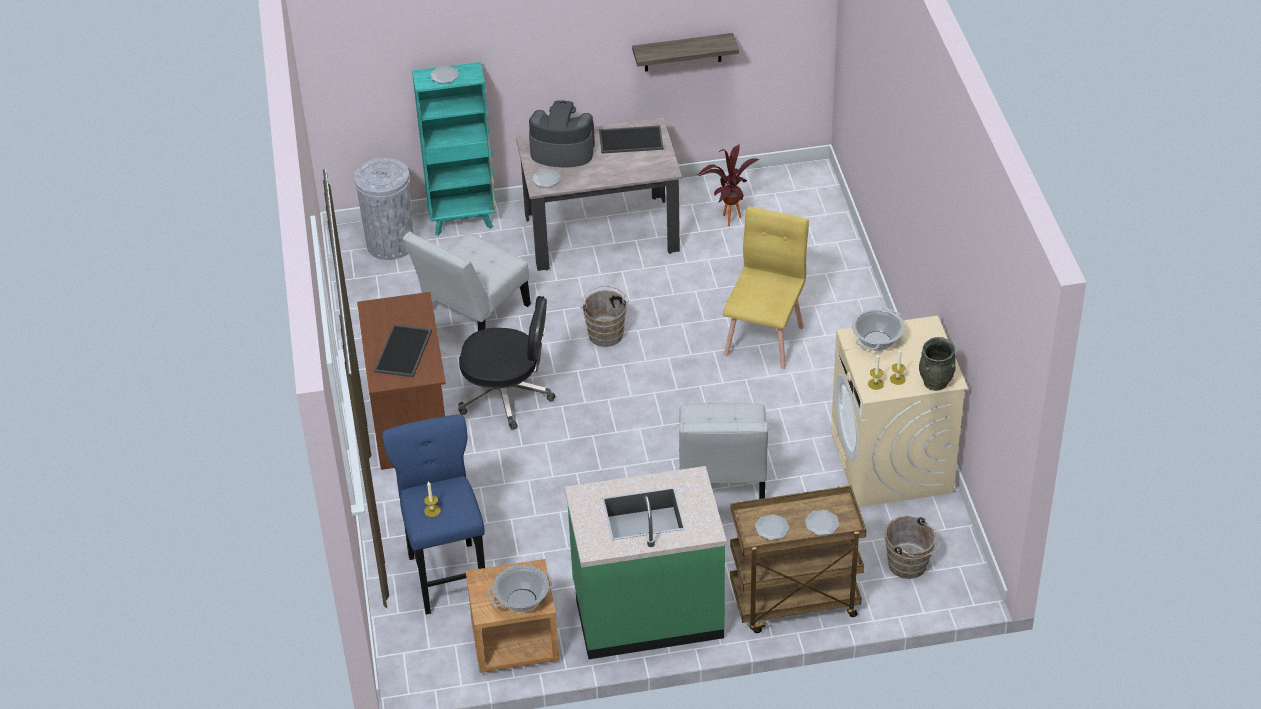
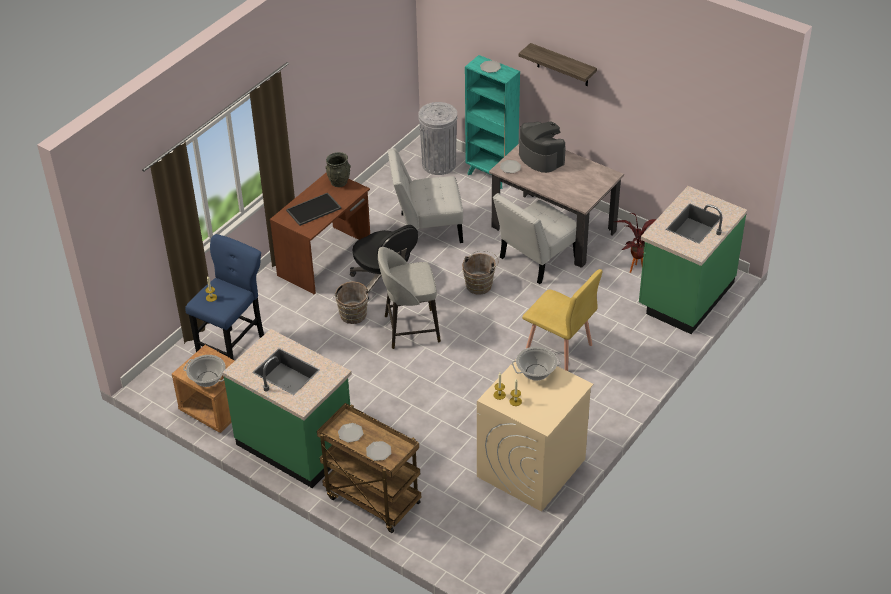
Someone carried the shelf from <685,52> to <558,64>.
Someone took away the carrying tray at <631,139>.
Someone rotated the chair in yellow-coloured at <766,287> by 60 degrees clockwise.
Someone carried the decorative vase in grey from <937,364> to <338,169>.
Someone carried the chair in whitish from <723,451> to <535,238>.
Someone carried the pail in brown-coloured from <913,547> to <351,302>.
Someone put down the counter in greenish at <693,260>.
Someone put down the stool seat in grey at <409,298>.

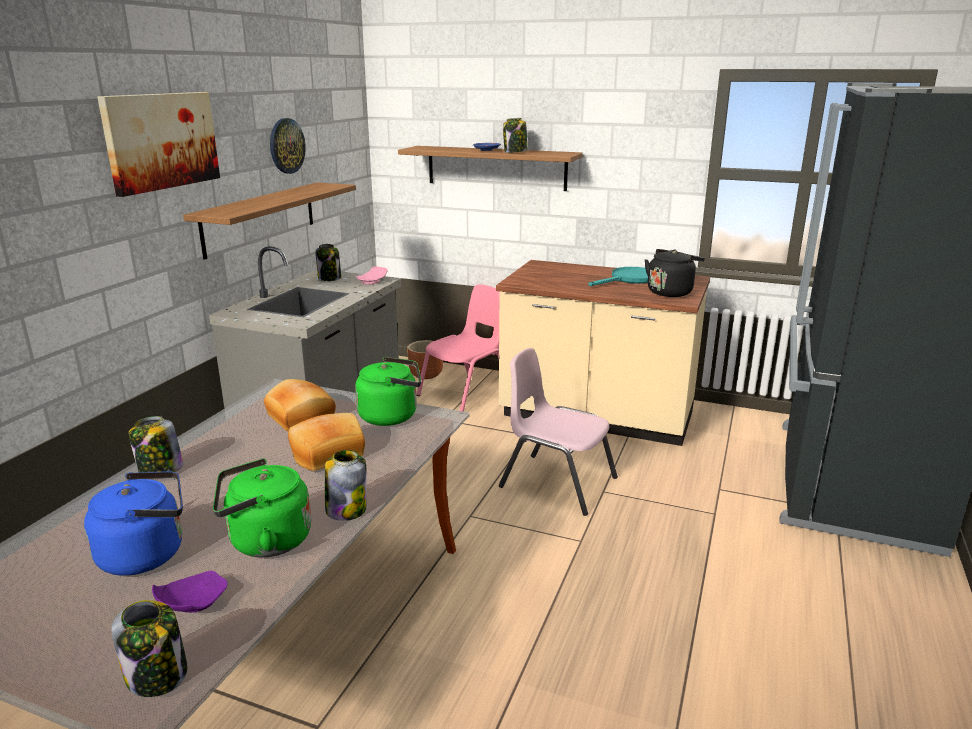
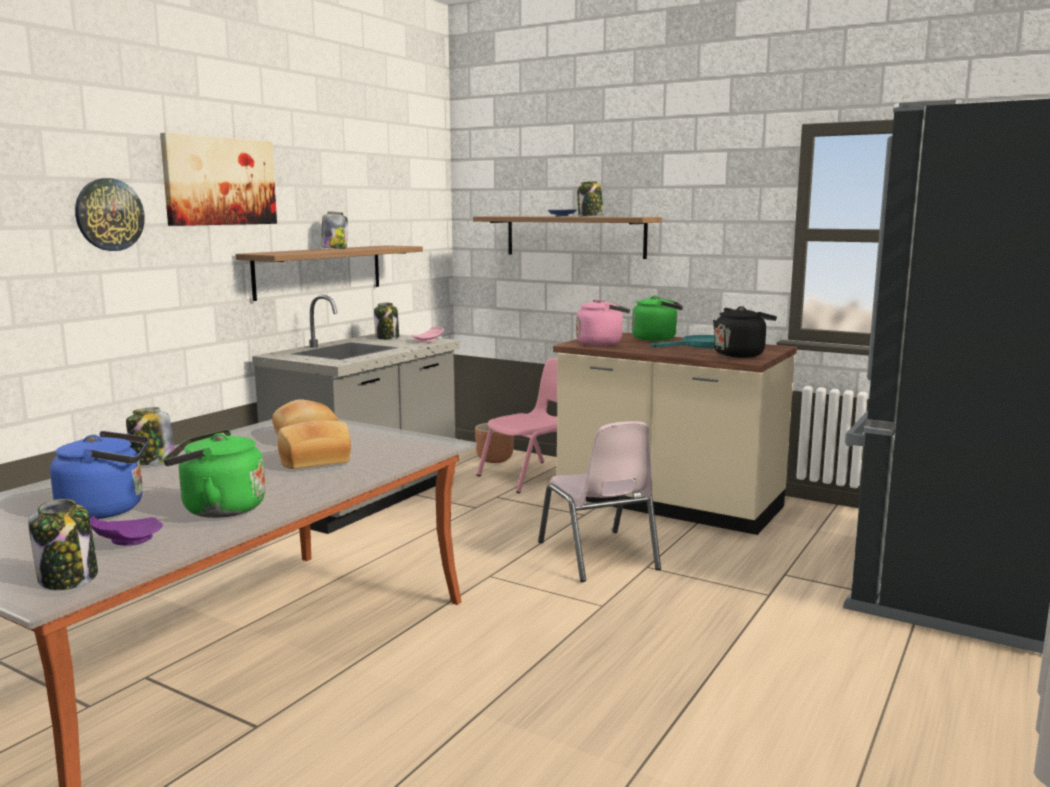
Someone carried the hanging clock from <288,146> to <110,214>.
Someone rotated the chair in pink at <558,432> by 150 degrees counterclockwise.
Someone carried the kettle in greenish from <388,391> to <657,318>.
Someone carried the jar from <346,485> to <334,230>.
Someone put down the kettle in pink at <603,322>.

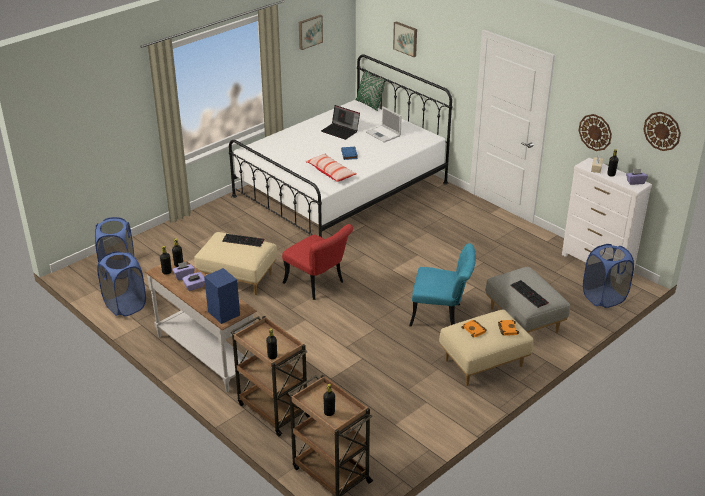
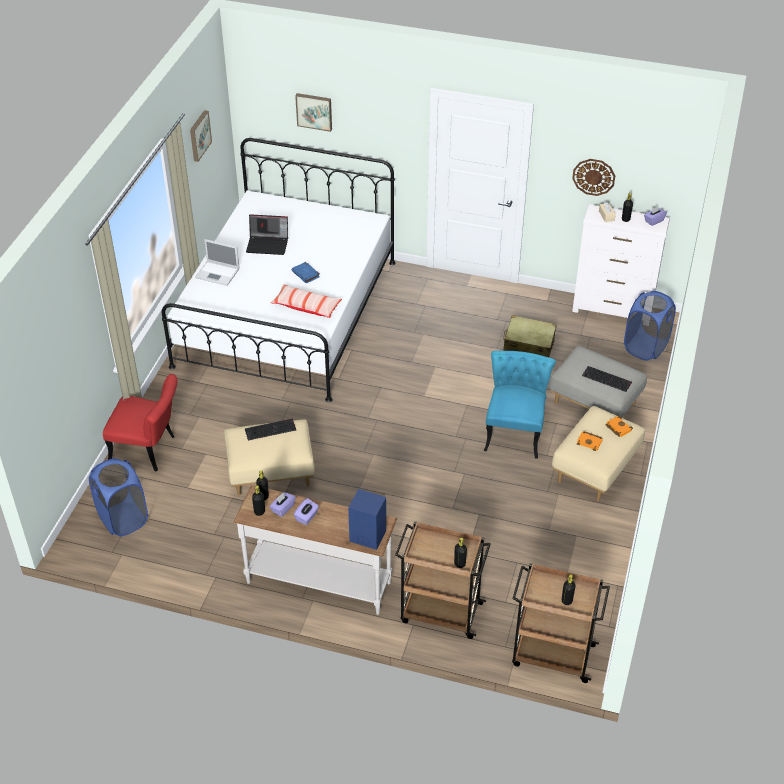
Someone took away the throw pillow in greenish at <370,90>.
Someone carried the laptop from <384,124> to <217,262>.
Someone took away the hanging clock at <662,131>.
Someone carried the chair in red from <317,262> to <140,423>.
Someone rotated the chair in turquoise at <442,284> by 60 degrees counterclockwise.
Someone took away the laundry basket in bluish at <121,283>.
Someone put down the suitcase in sand-coloured at <530,336>.

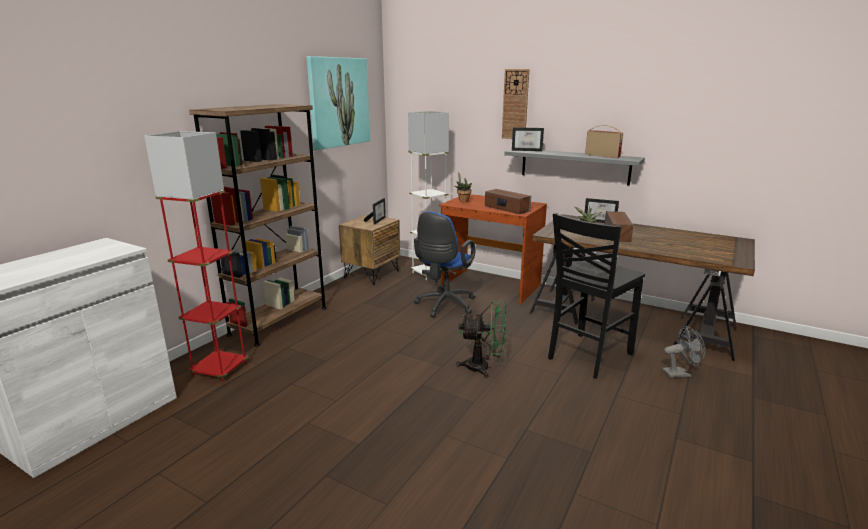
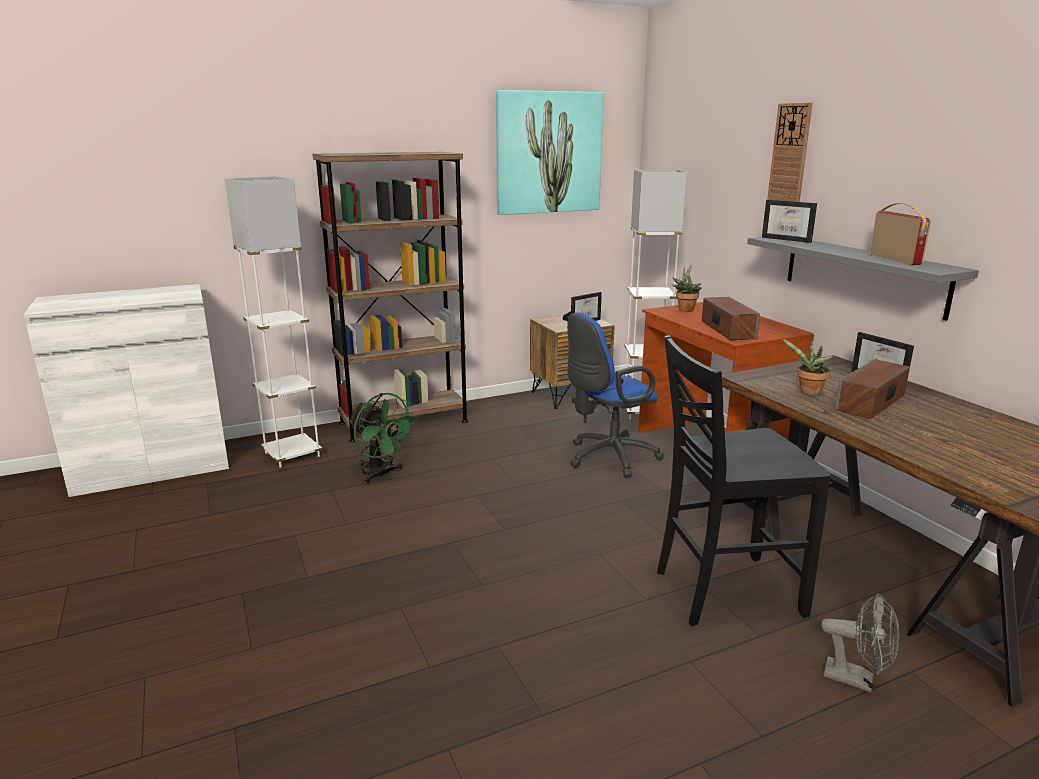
Someone repainted the standing lamp in red at <196,256>, which became the standing lamp in whitish at <274,322>.
Someone carried the cooling fan in greenish from <481,339> to <382,438>.

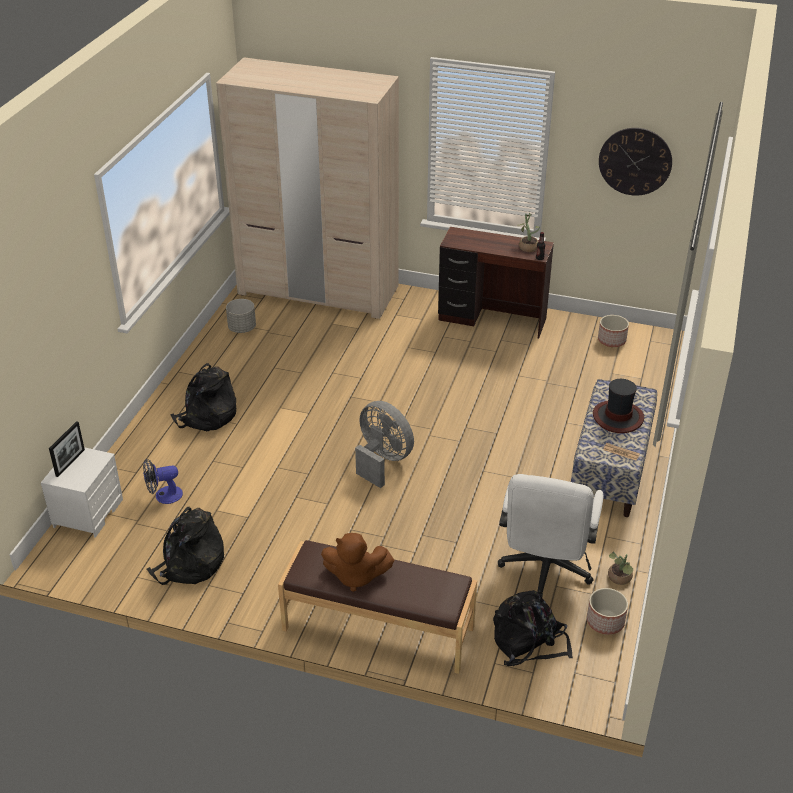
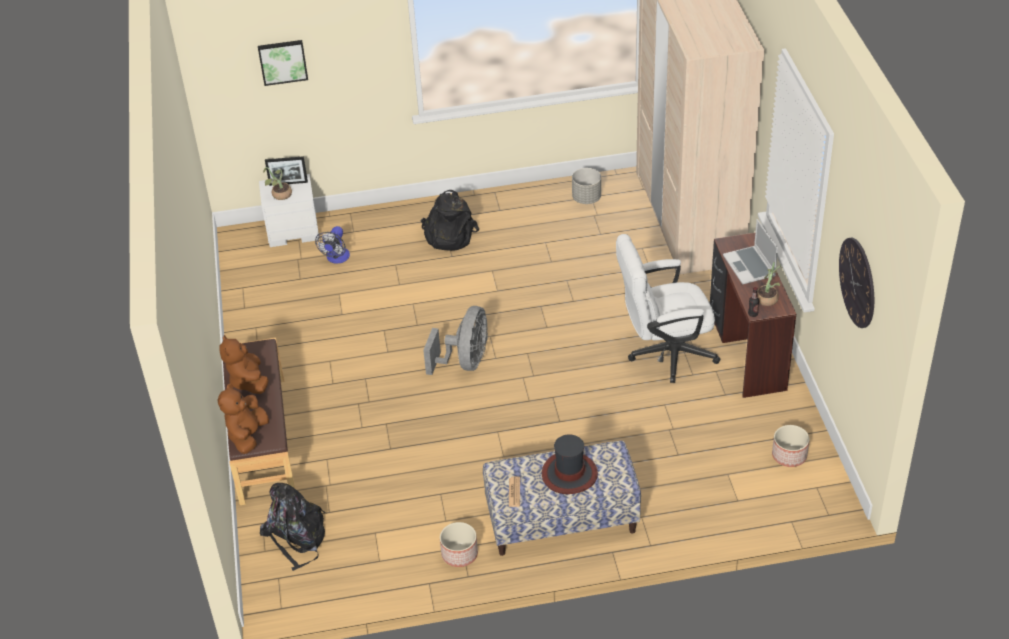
Someone rotated the cooling fan at <163,481> by 120 degrees counterclockwise.
Someone carried the office chair in whitish from <550,535> to <668,308>.
Someone took away the knapsack in blackish at <185,546>.
Someone carried the plant in a pot from <620,568> to <277,183>.
Someone carried the flower pot from <607,611> to <459,544>.
Someone put up the wall art at <283,63>.
Someone put down the laptop at <750,251>.
Someone put down the cuddly toy in brown-coloured at <243,419>.

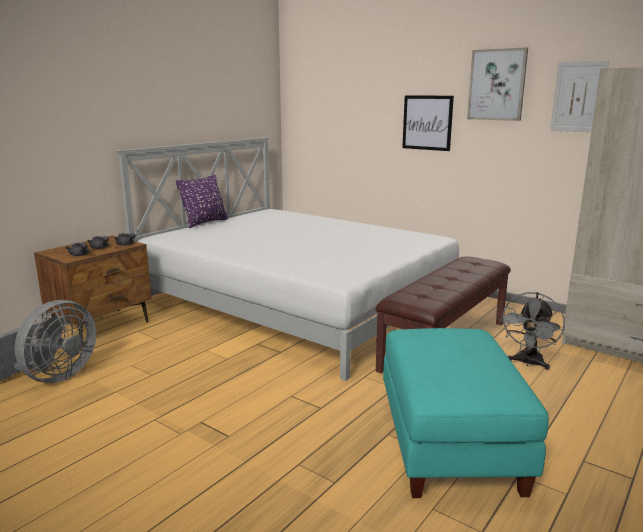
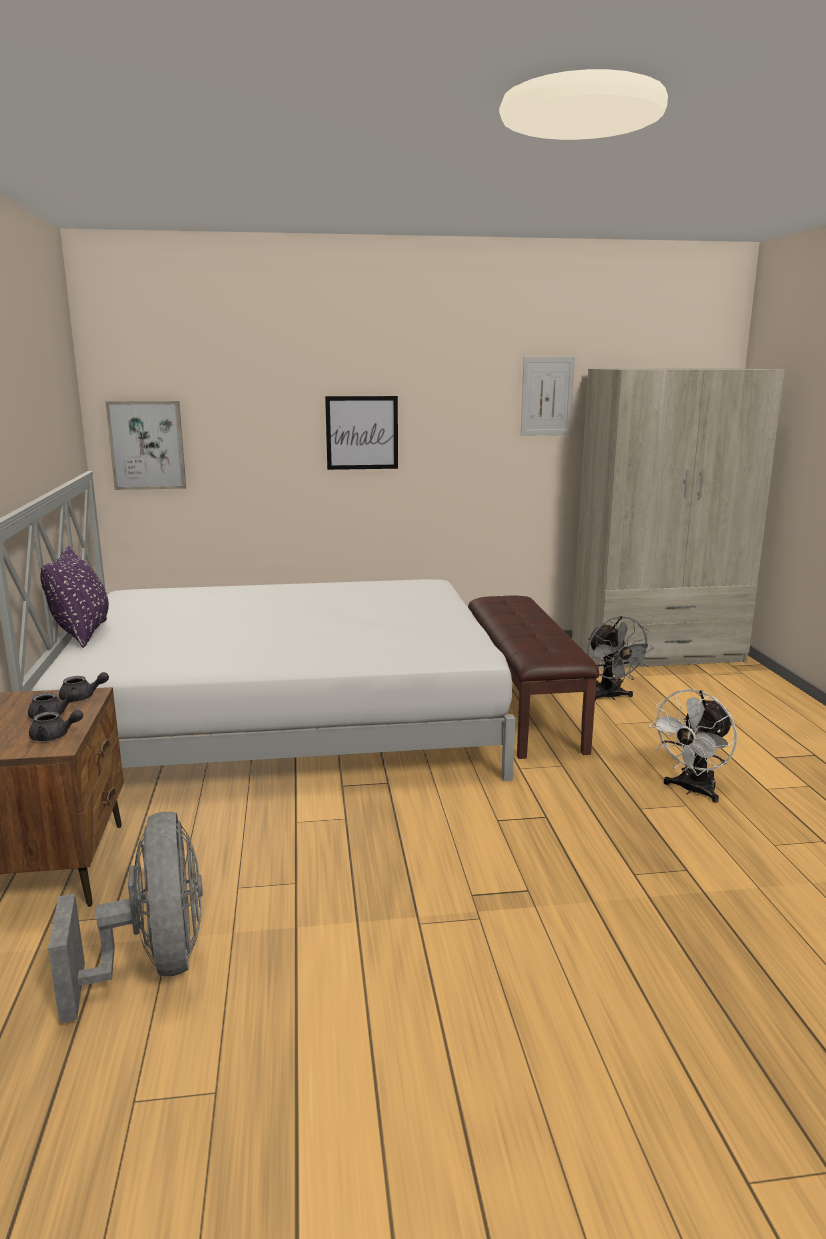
Someone carried the wall art from <497,84> to <145,445>.
Someone swapped the footrest in turquoise at <466,413> for the cooling fan in whitish at <693,746>.

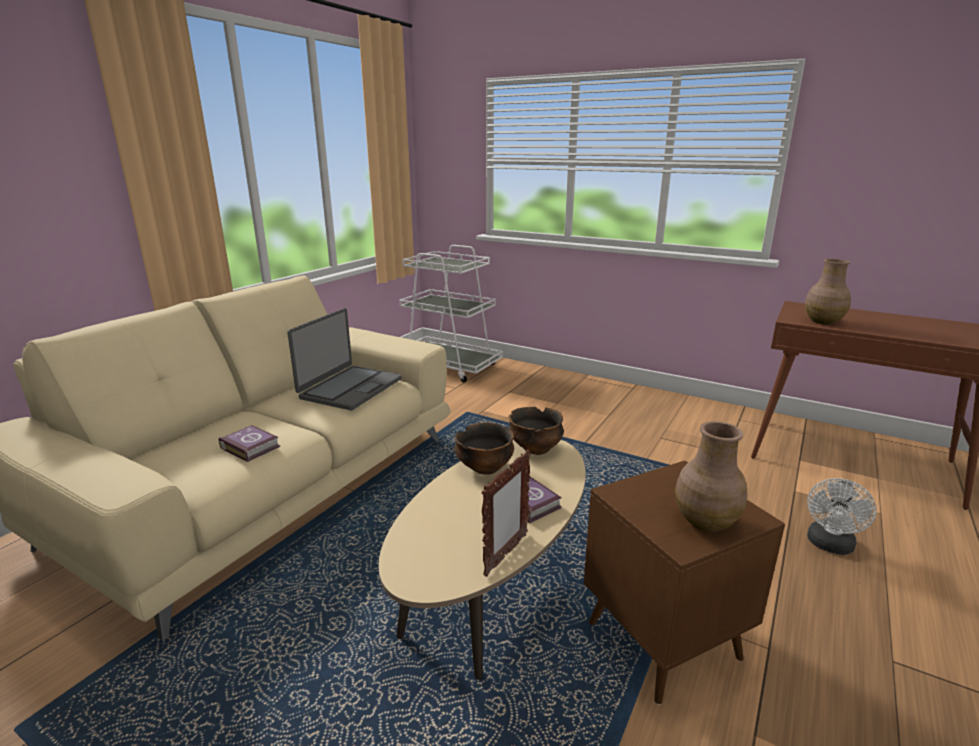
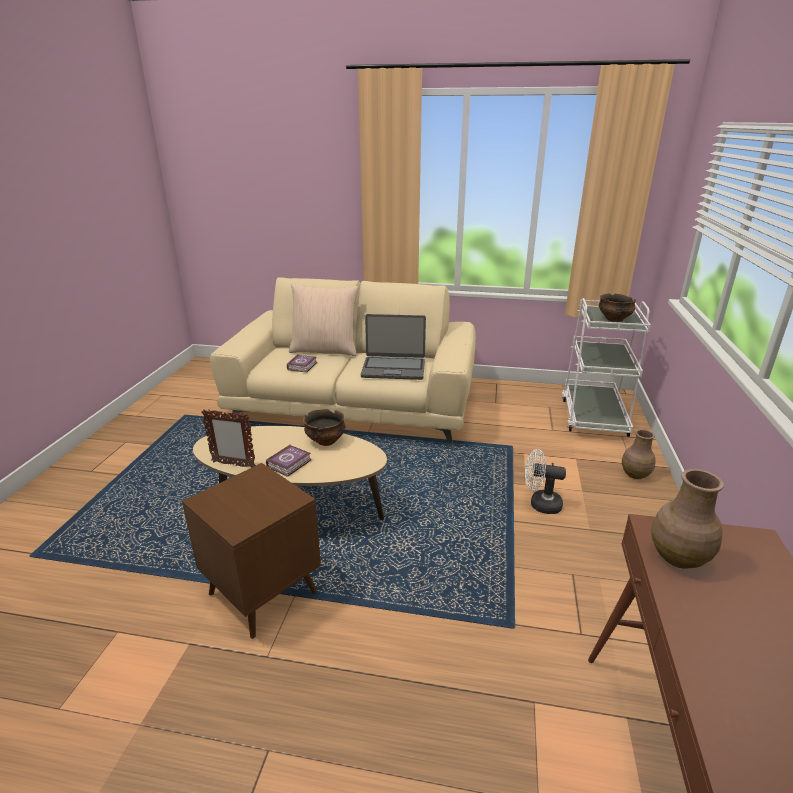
Someone carried the bowl from <536,431> to <617,307>.
Someone carried the decorative vase in brown-coloured from <711,476> to <639,454>.
Someone carried the cooling fan in whitish from <842,516> to <545,481>.
Someone put down the throw pillow in sand-coloured at <323,320>.

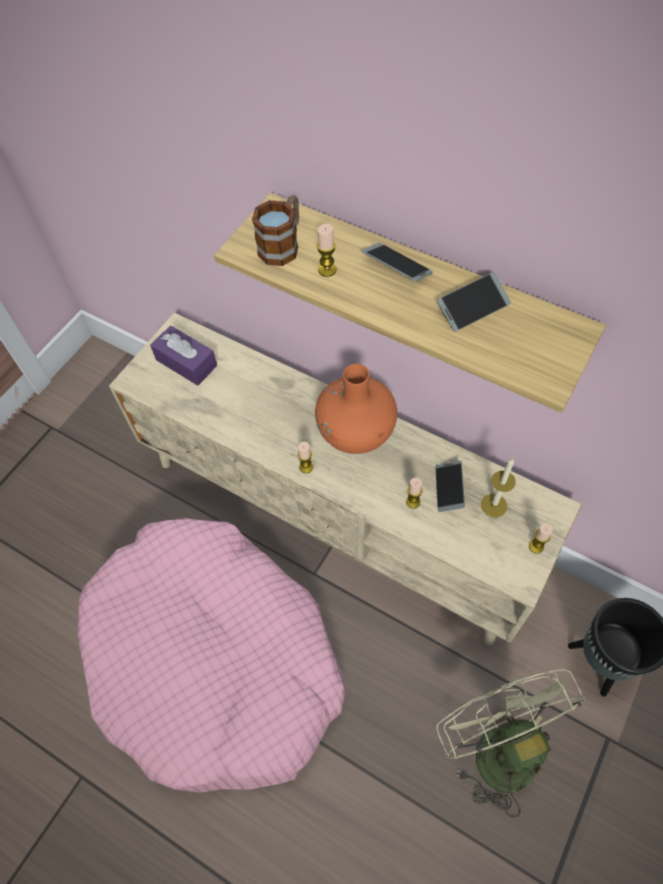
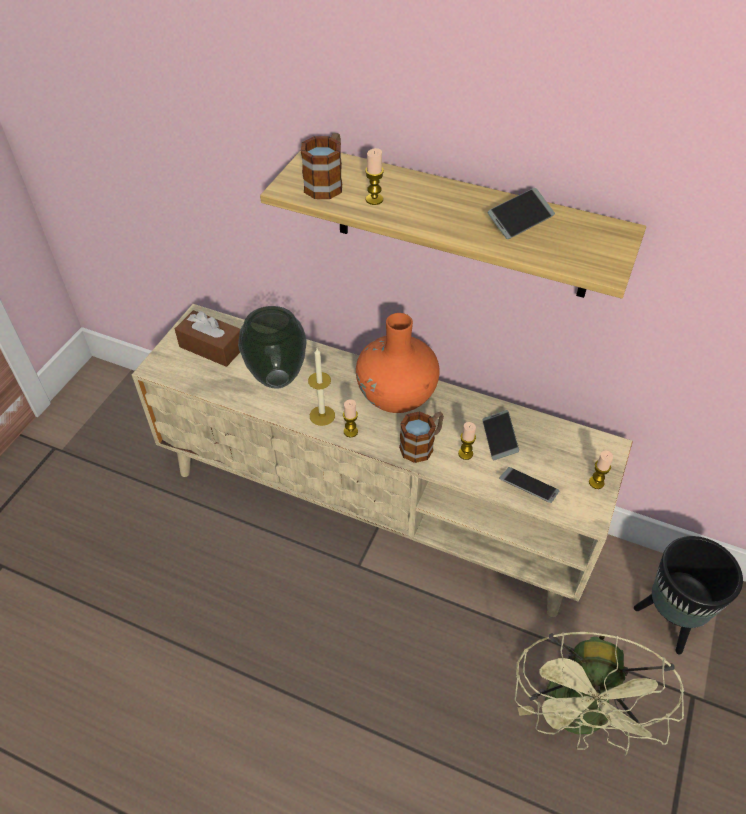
Someone carried the handset from <397,262> to <529,485>.
Someone repainted the tissue box in purple at <183,356>, which became the tissue box in brown-coloured at <207,338>.
Someone carried the wax candle from <498,487> to <321,387>.
Someone took away the pet bed in pink at <211,655>.
Someone rotated the cooling fan in greenish at <510,743> by 135 degrees counterclockwise.
Someone put down the decorative vase at <272,347>.
Someone put down the mug at <421,437>.

